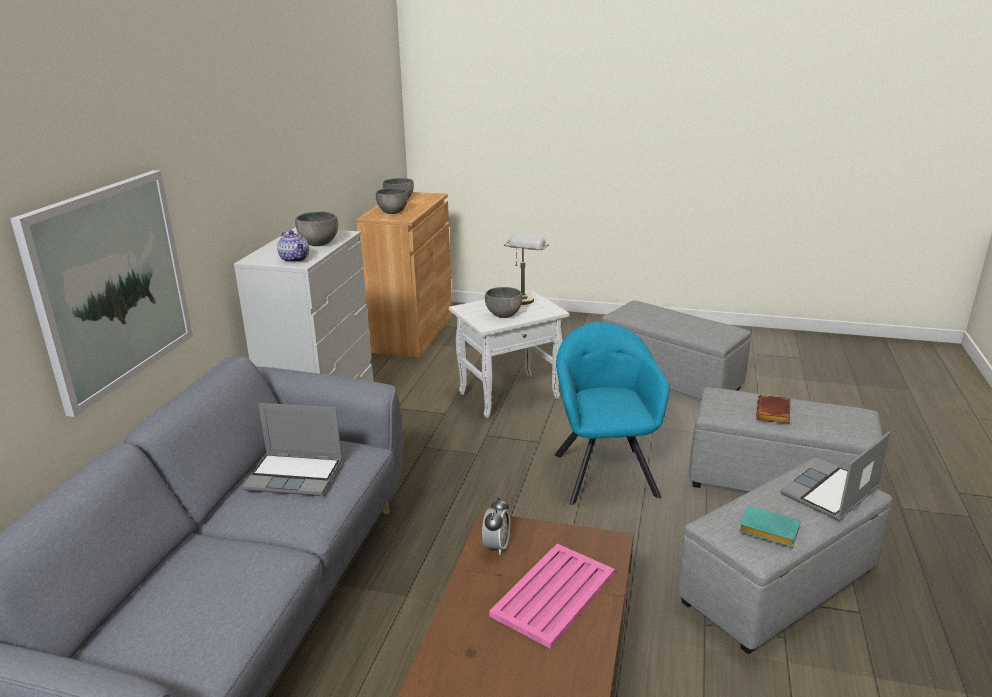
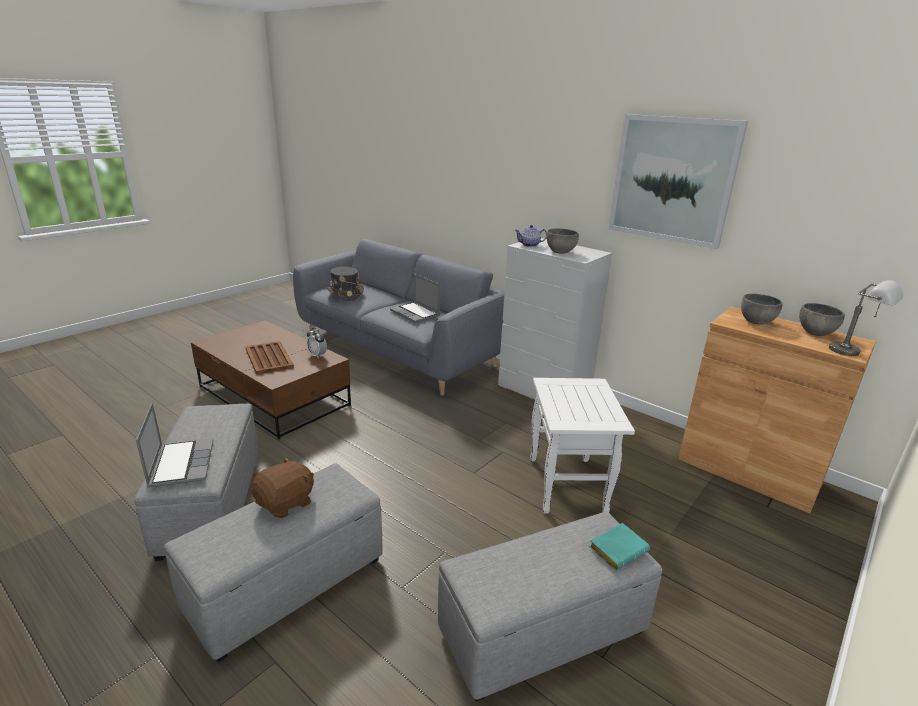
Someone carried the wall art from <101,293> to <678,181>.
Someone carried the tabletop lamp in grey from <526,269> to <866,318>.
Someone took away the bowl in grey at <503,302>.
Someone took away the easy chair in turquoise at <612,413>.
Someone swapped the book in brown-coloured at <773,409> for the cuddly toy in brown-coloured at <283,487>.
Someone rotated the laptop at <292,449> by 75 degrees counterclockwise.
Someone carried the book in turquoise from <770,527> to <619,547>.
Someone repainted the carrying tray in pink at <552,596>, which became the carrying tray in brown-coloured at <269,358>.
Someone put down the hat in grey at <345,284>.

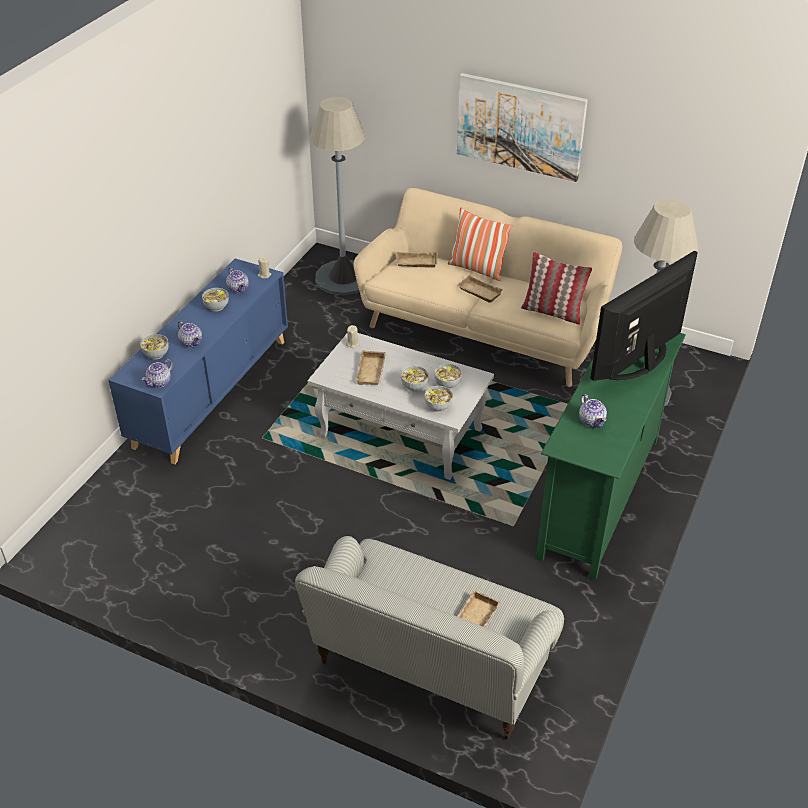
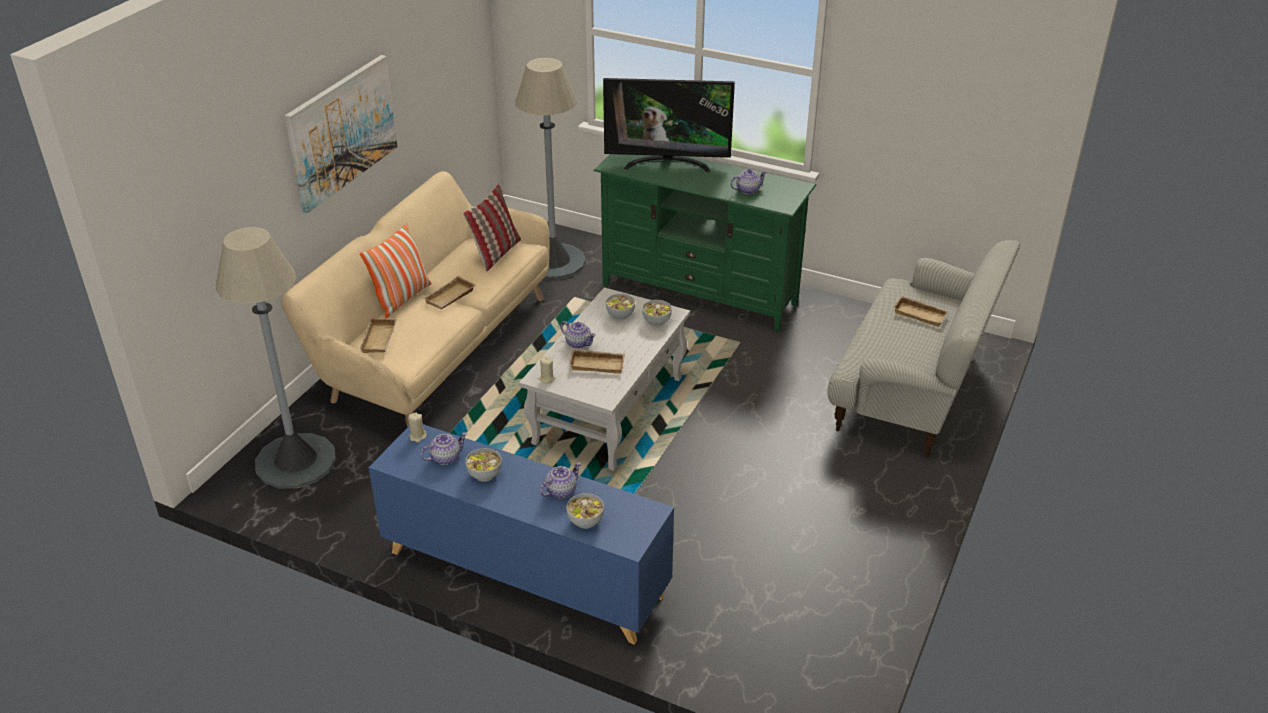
Someone rotated the television at <644,316> by 45 degrees counterclockwise.
Someone carried the pot for tea from <157,373> to <578,335>.
Someone took away the bowl at <415,378>.

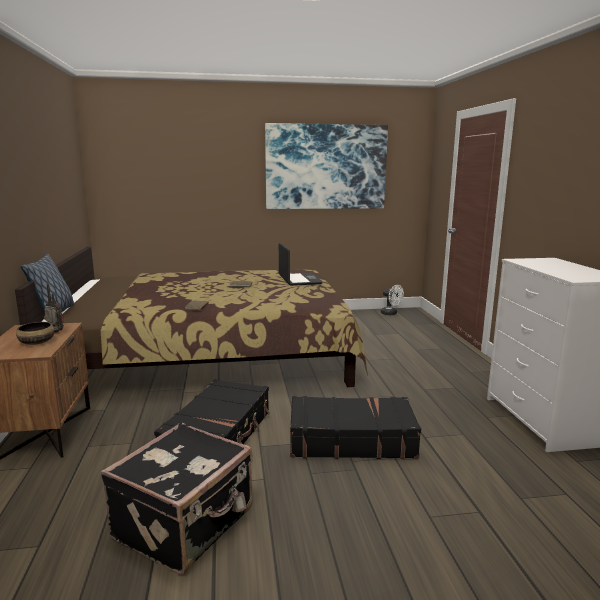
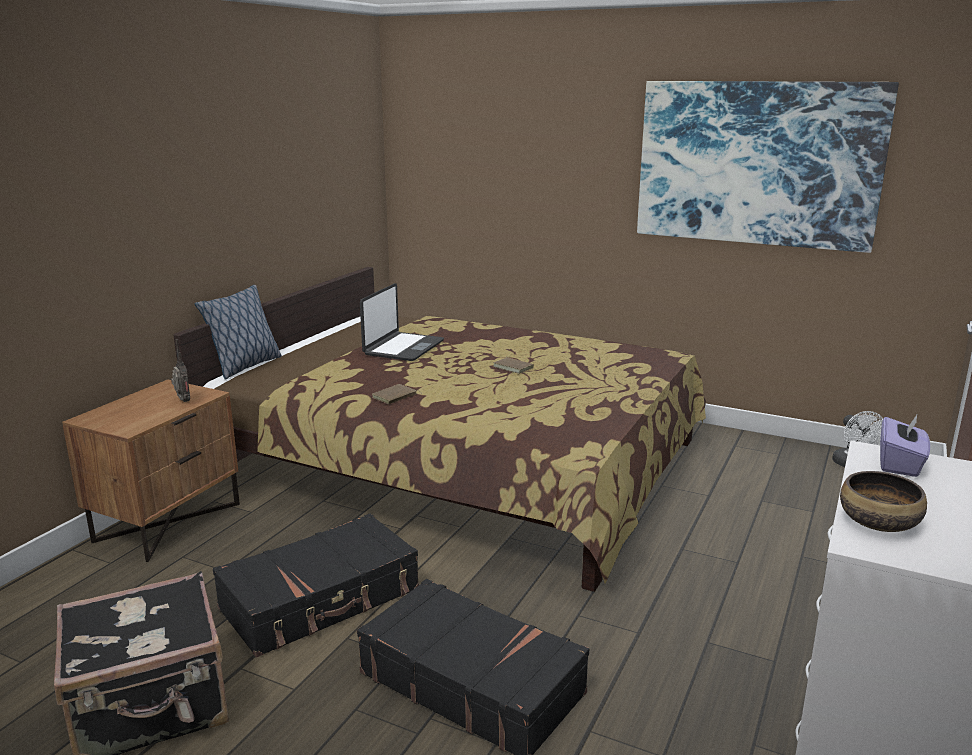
Someone carried the laptop from <301,264> to <402,322>.
Someone carried the bowl from <35,333> to <883,501>.
Someone put down the tissue box in purple at <905,445>.

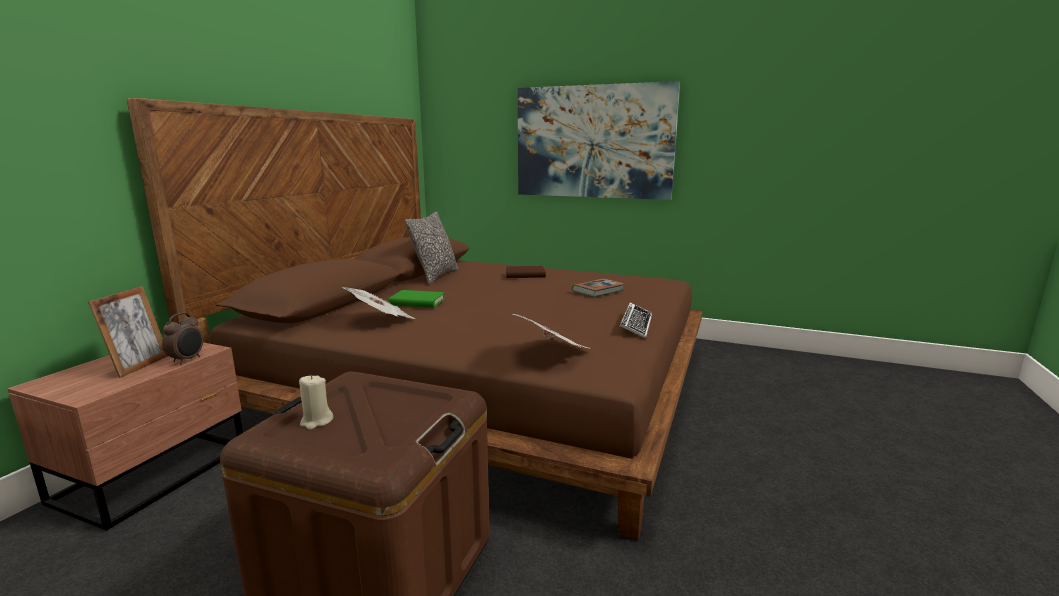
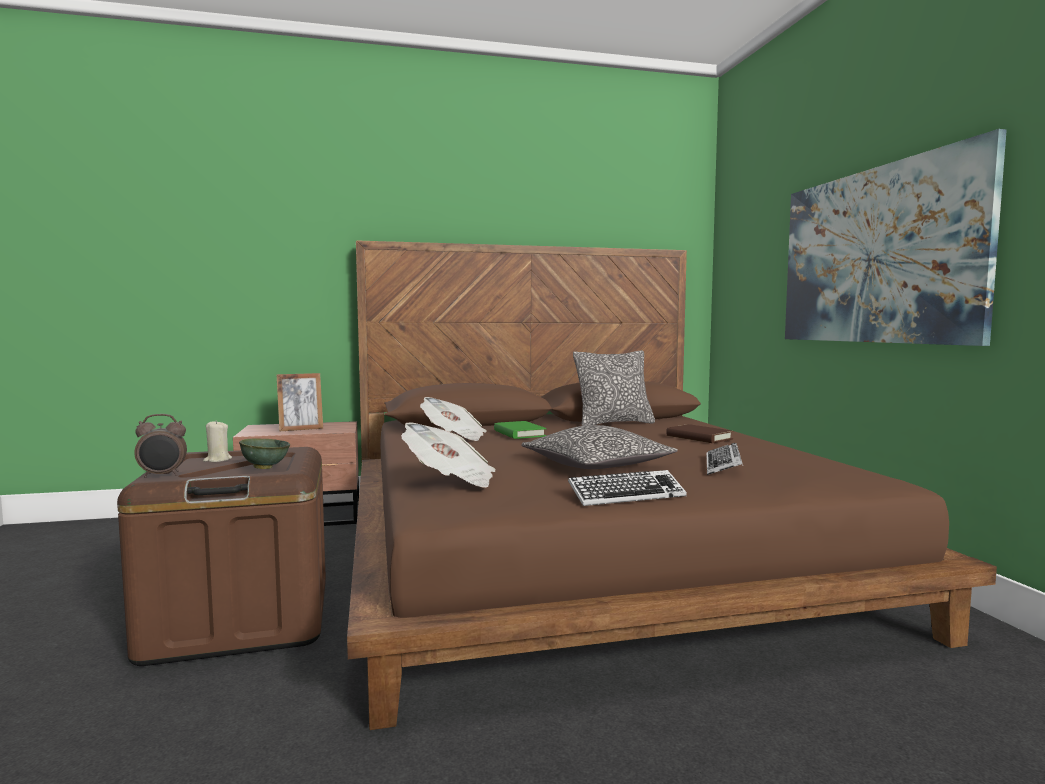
Someone swapped the book at <598,288> for the computer keyboard at <725,459>.
Someone carried the bedside clock from <182,338> to <160,446>.
Someone put down the throw pillow at <599,447>.
Someone put down the bowl in greenish at <264,454>.

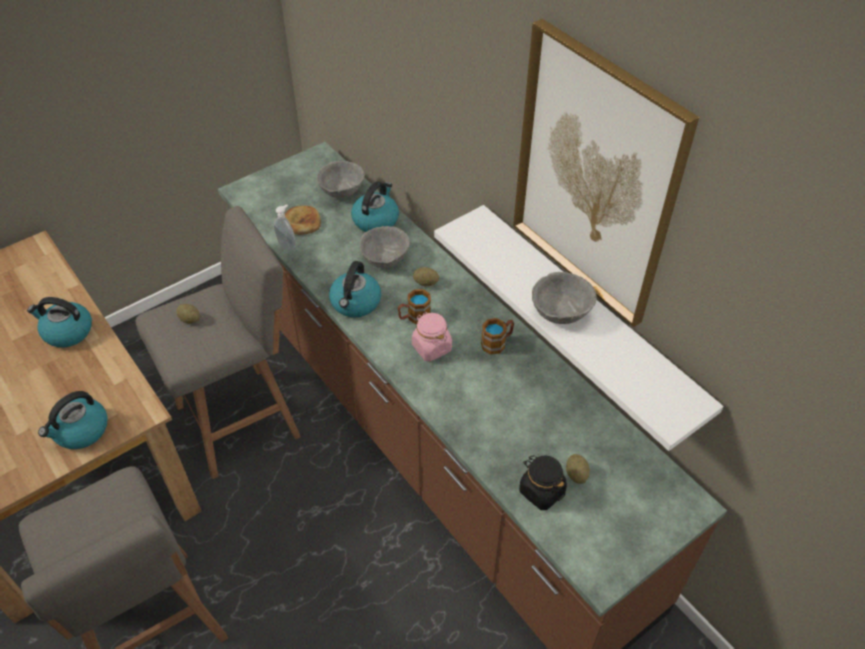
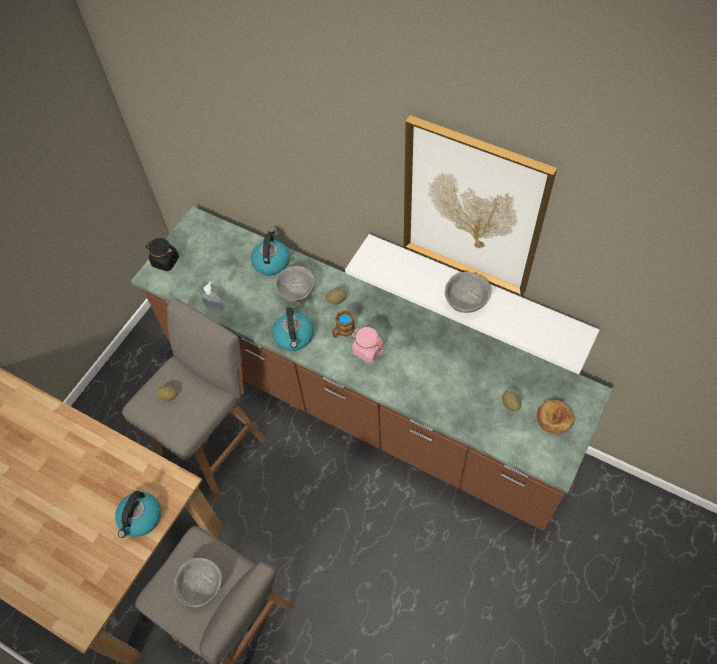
Someone carried the bowl in grey from <341,179> to <198,582>.
Someone carried the bakery bread from <303,220> to <556,417>.
Someone took away the kettle at <59,322>.
Someone took away the mug at <497,336>.
Someone carried the jar in blackish from <543,482> to <162,254>.

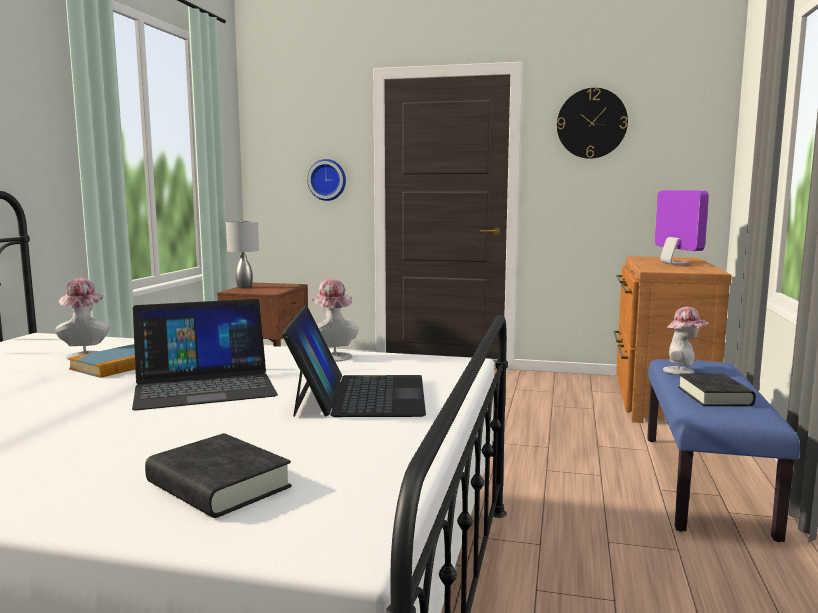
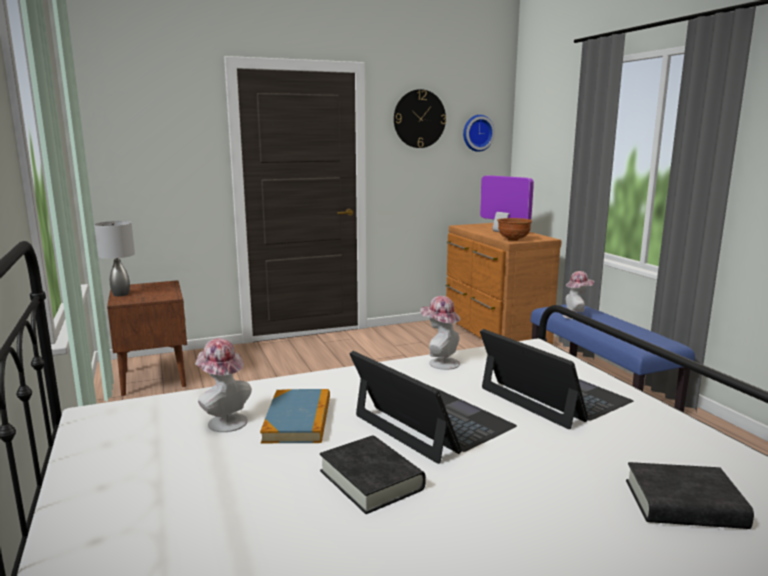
Someone carried the hanging clock from <326,180> to <479,133>.
Someone rotated the laptop at <205,354> by 75 degrees counterclockwise.
Someone carried the book in blackish from <717,390> to <373,474>.
Someone put down the bowl in brown-coloured at <514,229>.

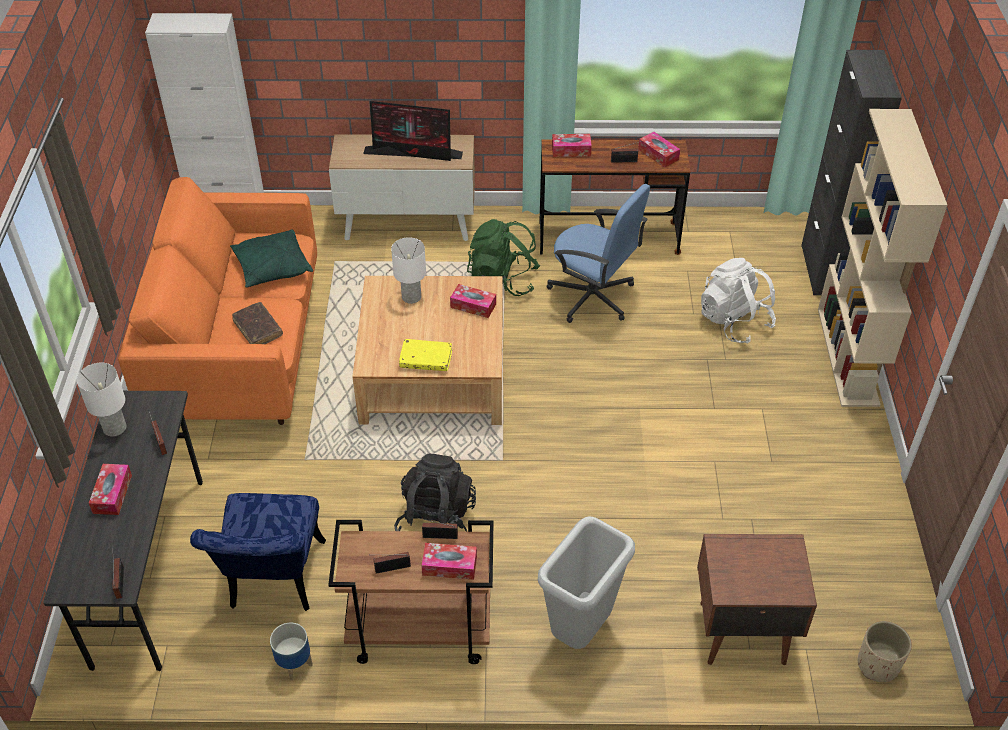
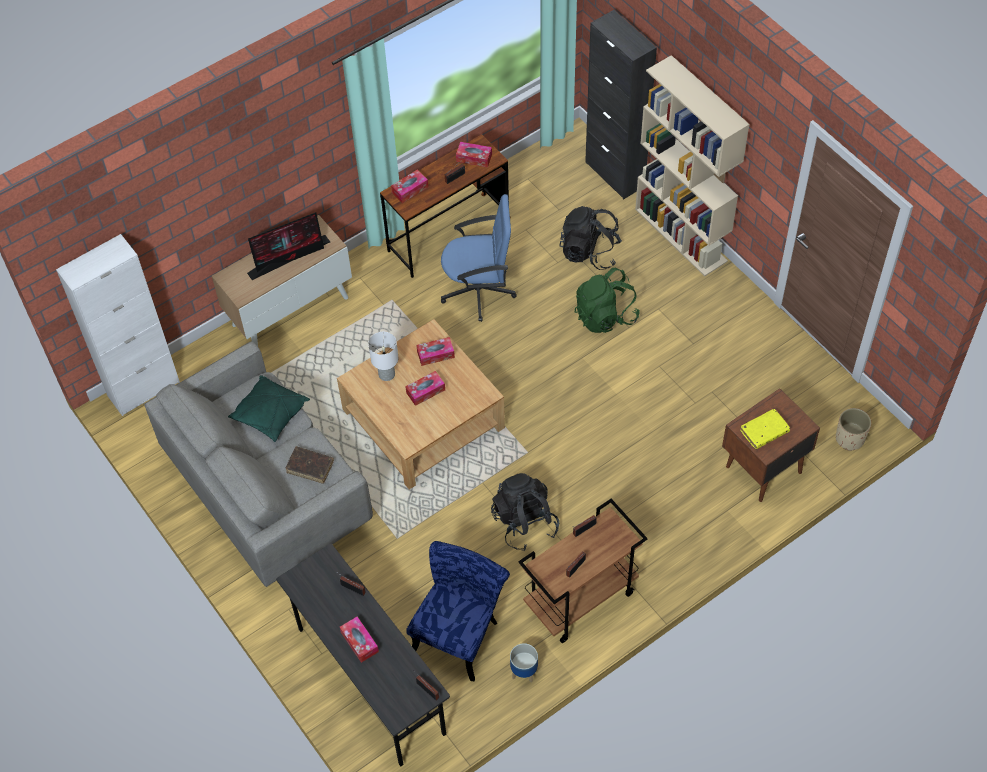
Someone repainted the sofa in orange at <217,301>, which became the sofa in grey at <258,464>.
Someone carried the knapsack in greenish from <503,257> to <607,300>.
Someone repainted the knapsack in whitish at <738,301>, which became the knapsack in blackish at <590,238>.
Someone carried the book in yellow-coloured from <425,355> to <765,429>.
Someone took away the tabletop lamp in whitish at <101,399>.
Someone rotated the chair in bluish at <258,552> by 120 degrees counterclockwise.
Someone took away the trash can in grey at <586,582>.
Someone carried the tissue box from <449,561> to <425,388>.

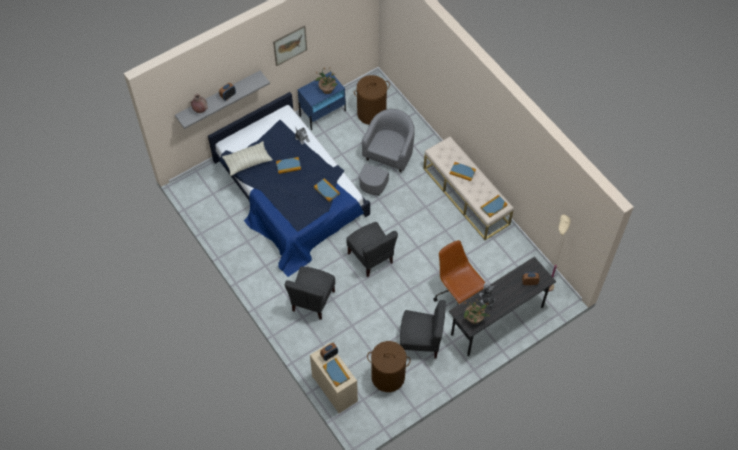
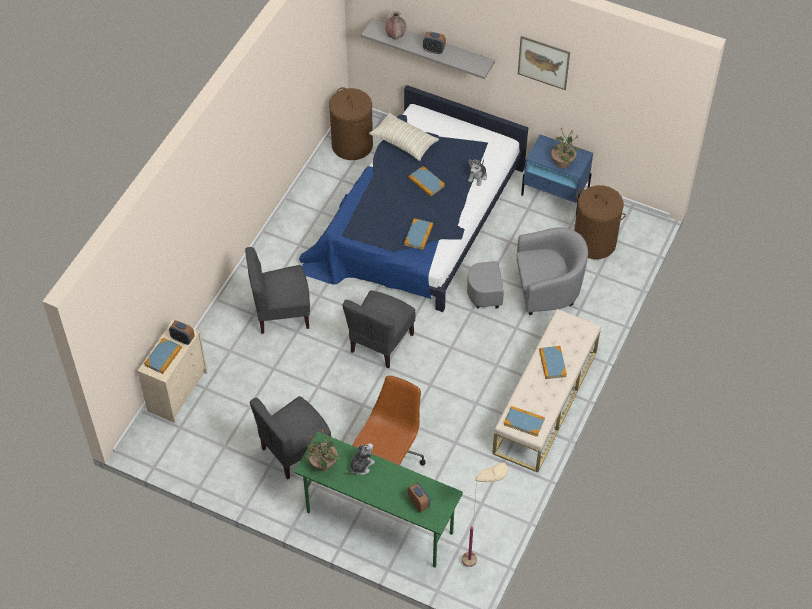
Someone repainted the desk table in grey at <502,306>, which became the desk table in greenish at <378,500>.
Someone rotated the chair in grey at <423,329> by 75 degrees clockwise.
Someone carried the laundry basket in brown-coloured from <389,366> to <351,123>.

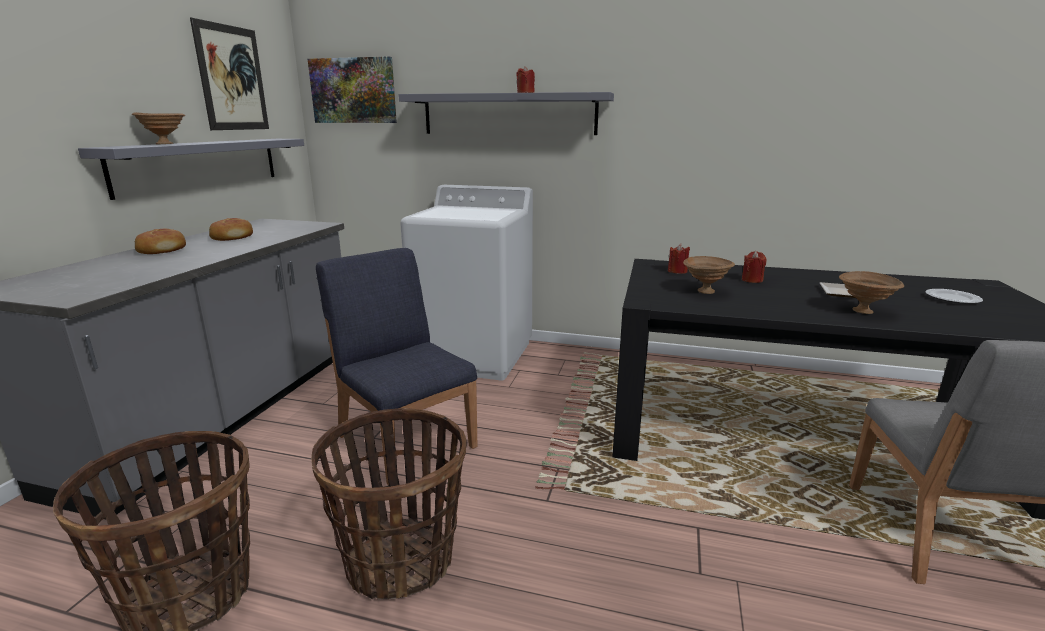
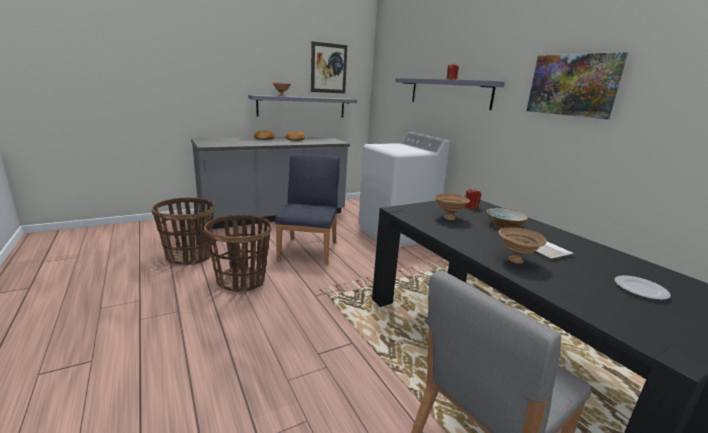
Someone carried the wall art from <352,89> to <577,85>.
Someone swapped the wax candle in red at <754,267> for the bowl at <507,218>.

